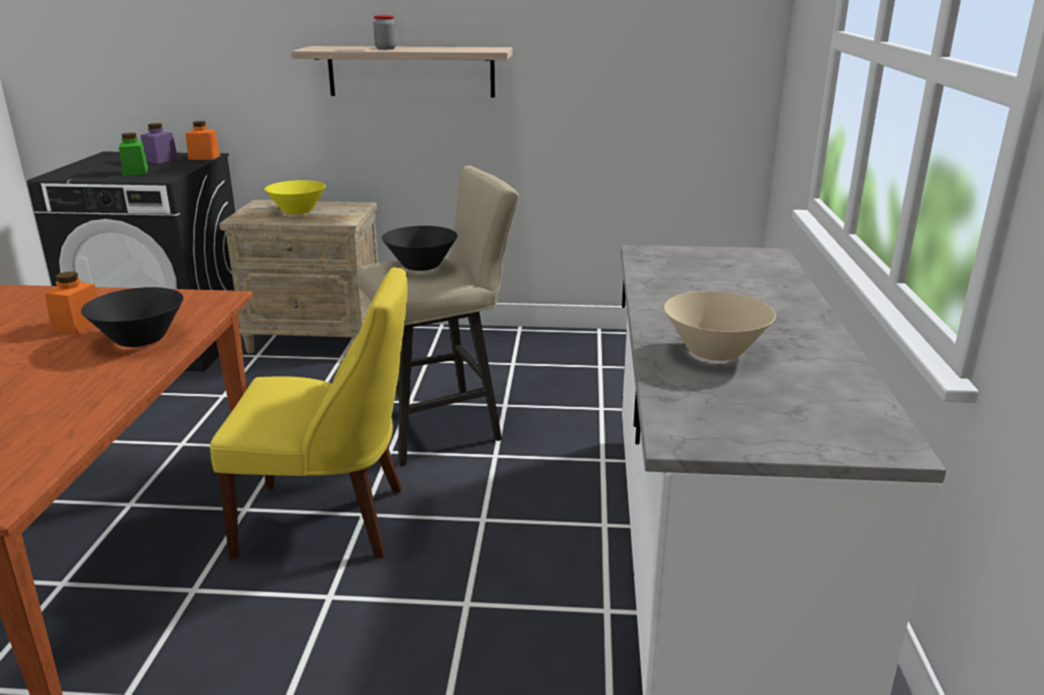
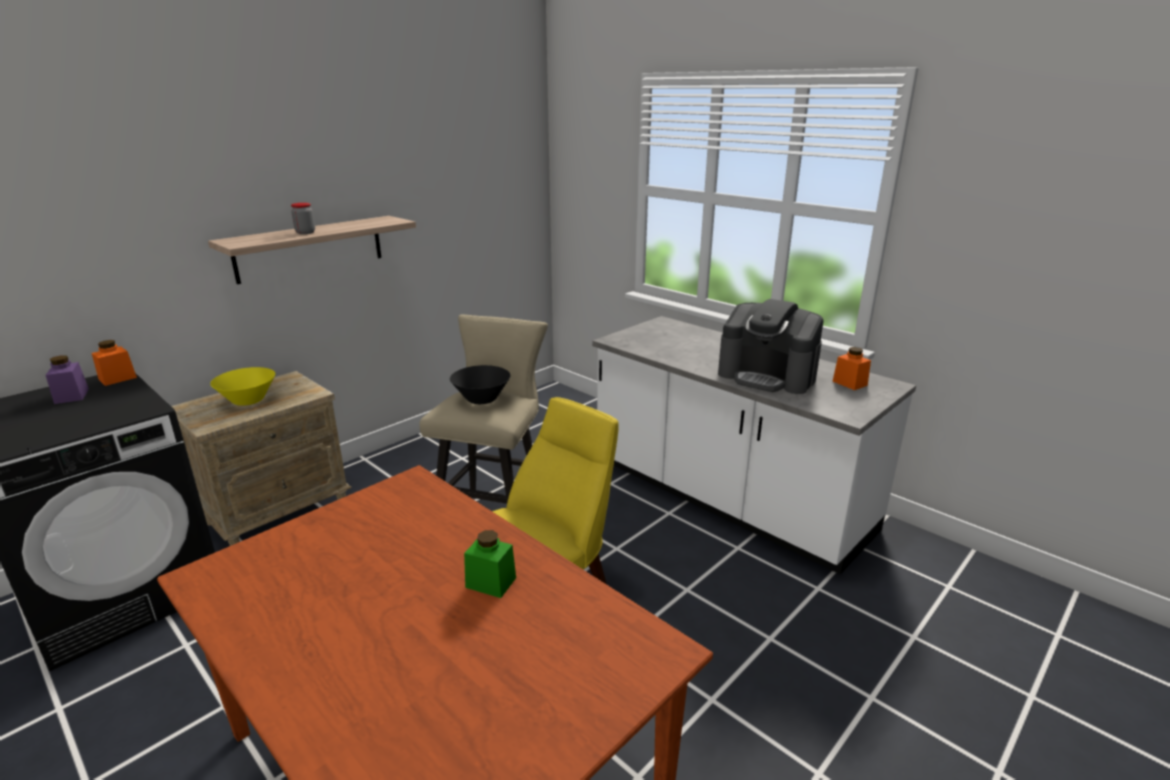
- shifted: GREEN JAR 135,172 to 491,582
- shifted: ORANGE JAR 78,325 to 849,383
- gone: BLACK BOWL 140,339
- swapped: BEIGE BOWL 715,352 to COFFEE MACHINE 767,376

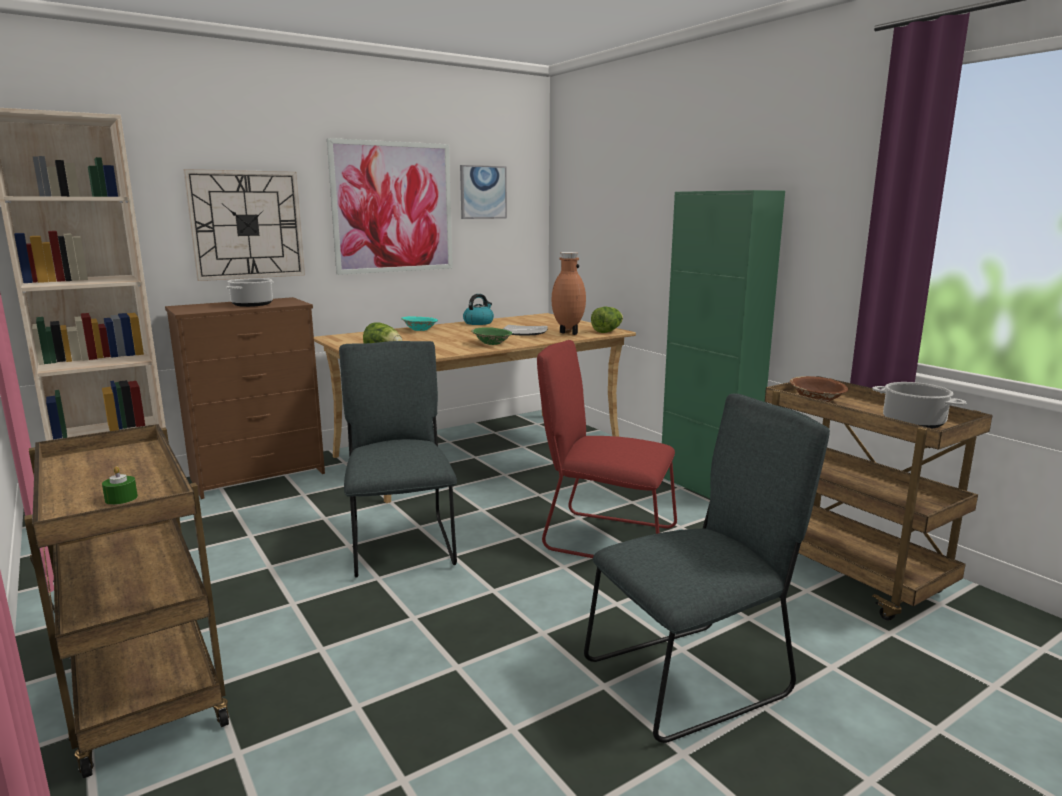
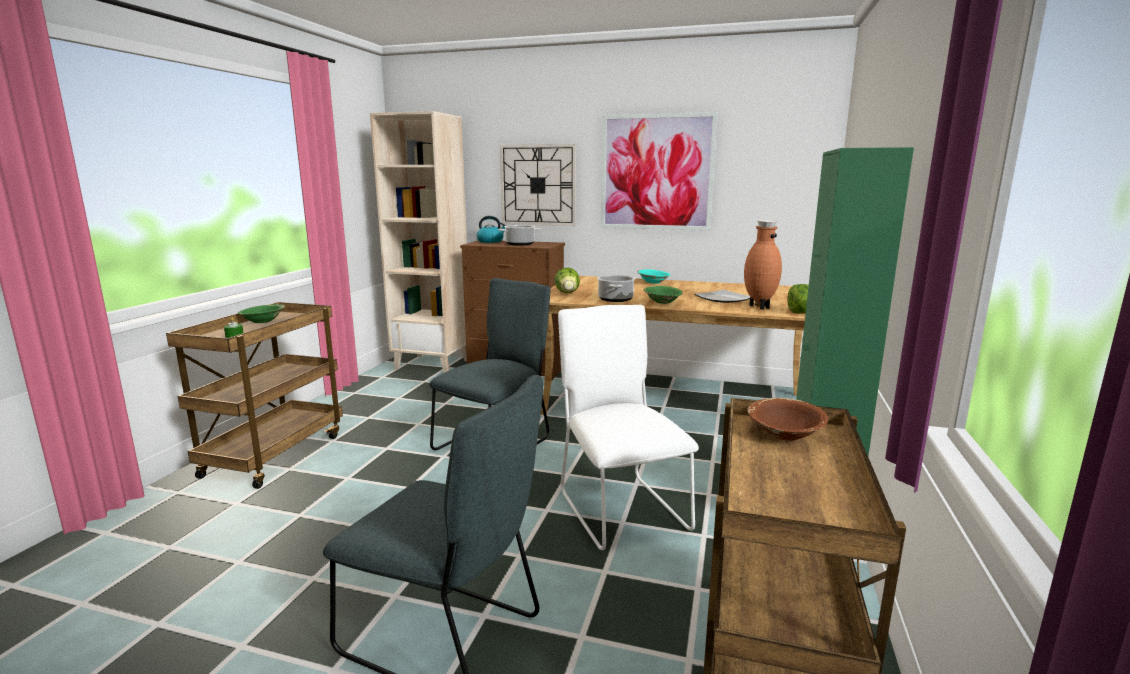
- gone: PICTURE 483,192
- shifted: KETTLE 478,323 to 491,241
- repainted: RED CHAIR 603,538 to WHITE CHAIR 619,507
- shifted: COOKING POT 912,422 to 615,299
- new: GREEN BOWL 263,321

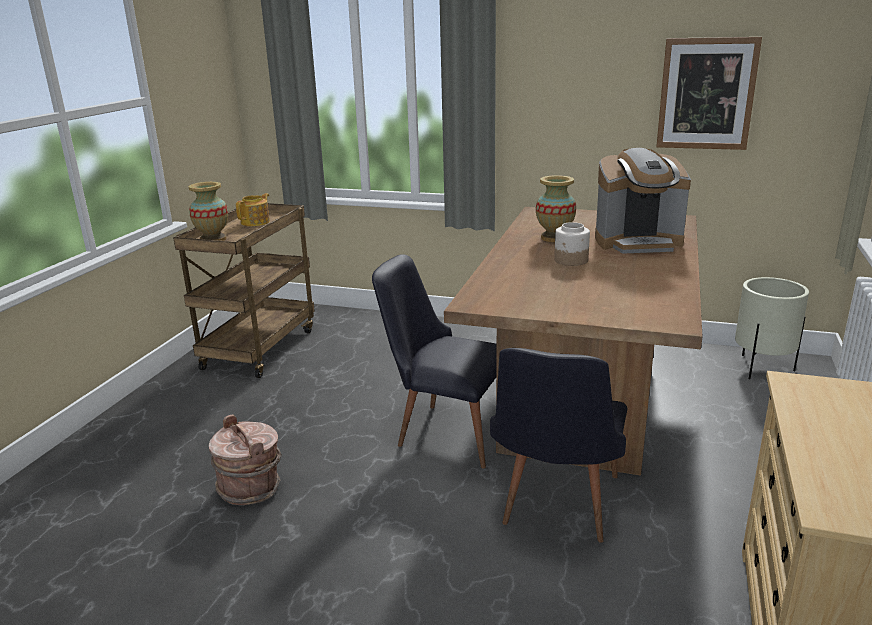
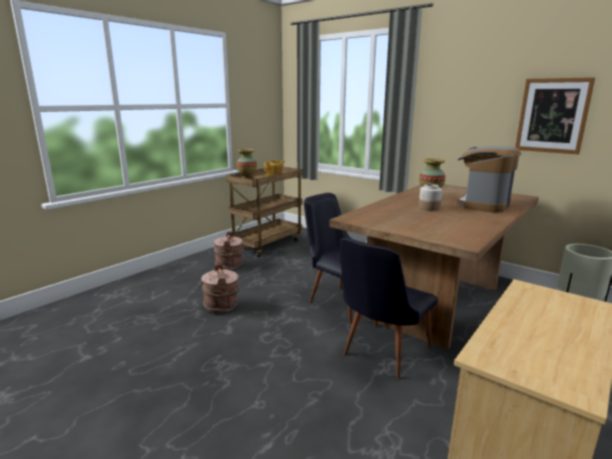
- rotated: COFFEE MACHINE 638,242 = 482,204 105 degrees clockwise
- new: BROWN BUCKET 229,265

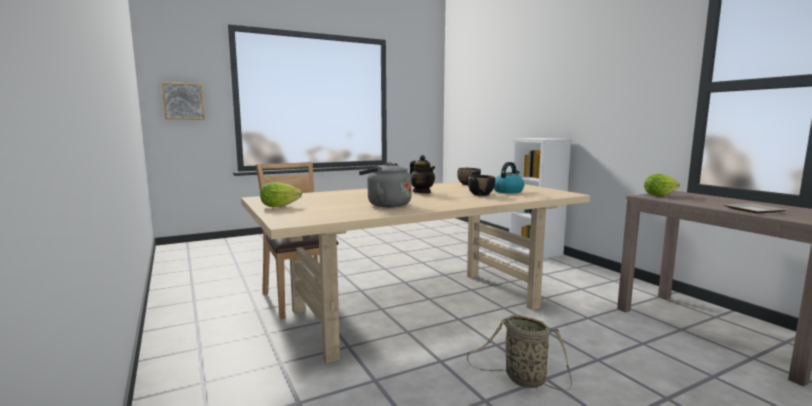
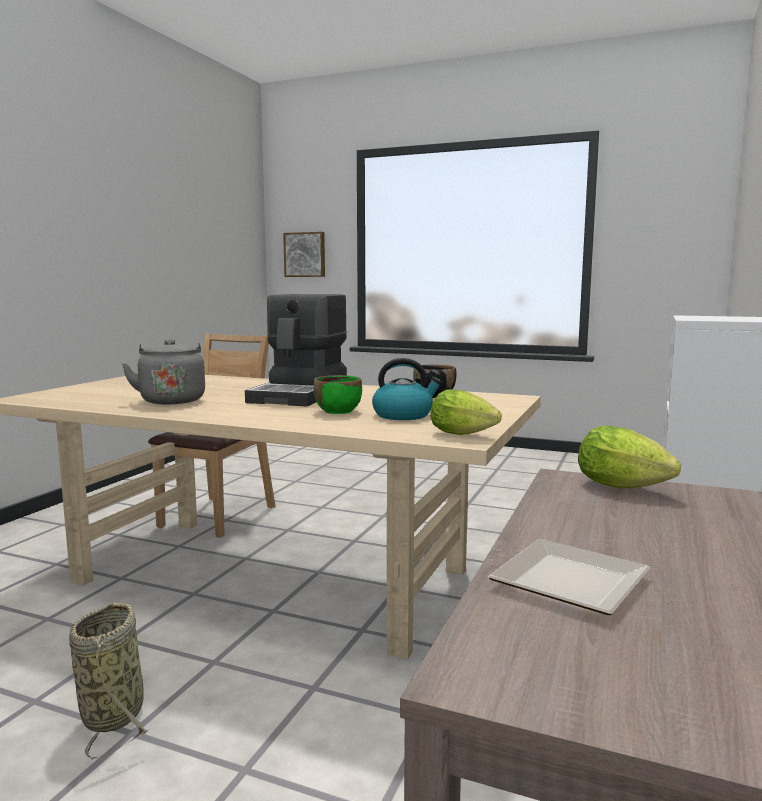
- swapped: TEAPOT 422,192 to COFFEE MACHINE 301,395
- repainted: BLACK BOWL 481,194 to GREEN BOWL 338,411
- shifted: LETTUCE 282,206 to 466,435

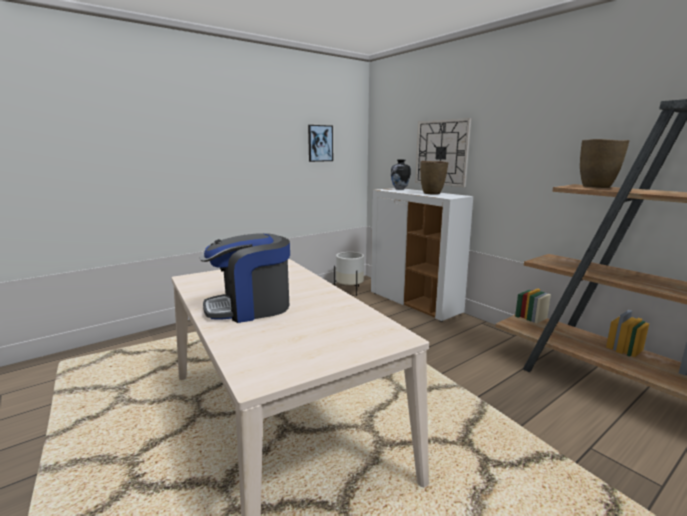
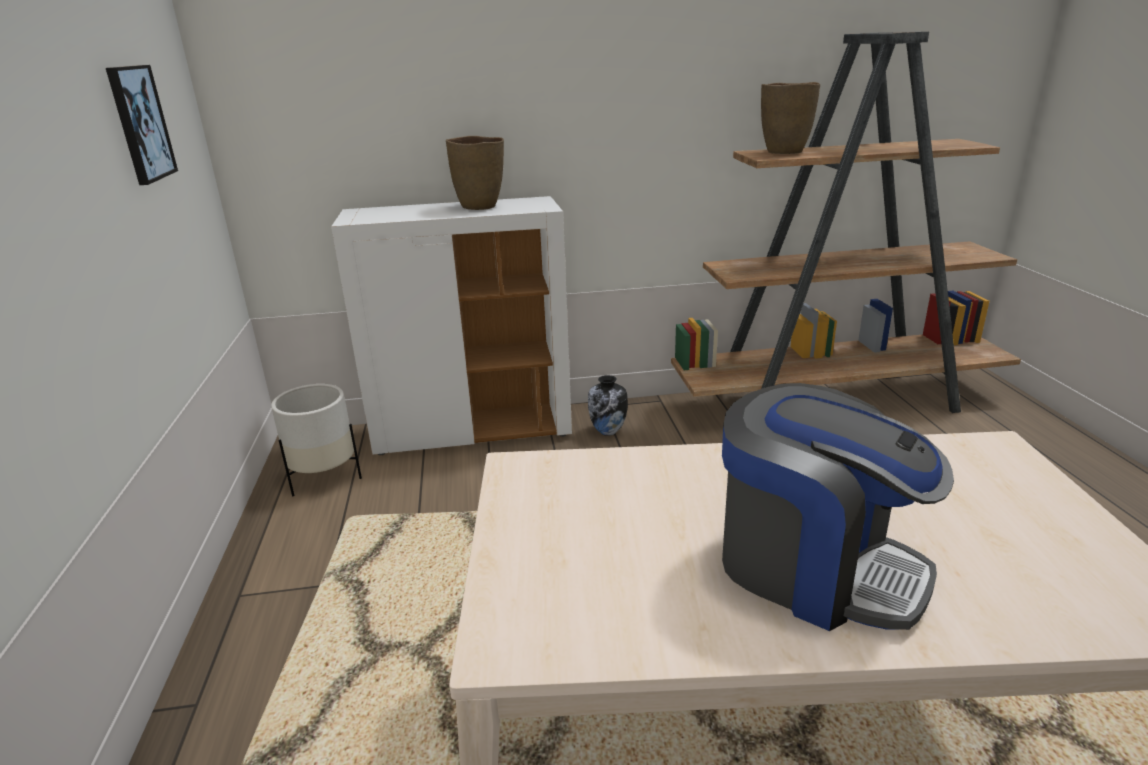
- gone: WALL CLOCK 441,153
- shifted: VASE 399,189 to 608,431
- rotated: COFFEE MACHINE 250,307 = 814,567 60 degrees counterclockwise

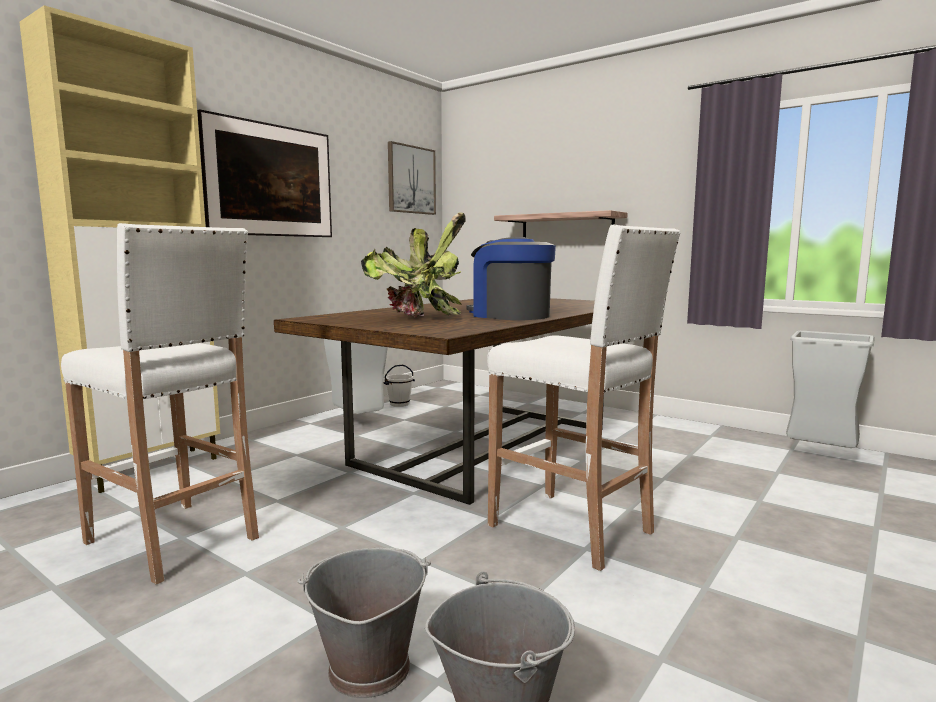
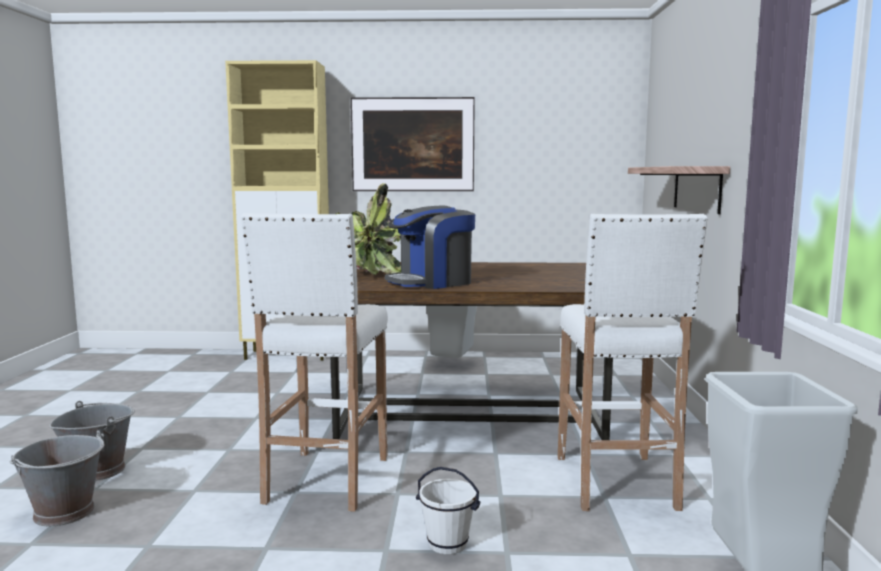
- gone: PICTURE 411,180
- shifted: WHITE STOOL 174,541 to 616,483
- rotated: COFFEE MACHINE 509,315 = 432,282 135 degrees counterclockwise
- shifted: WHITE BUCKET 399,404 to 448,544

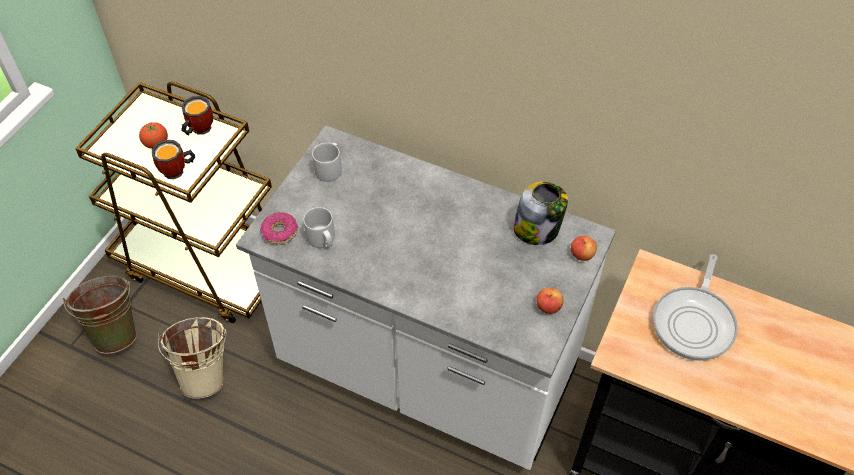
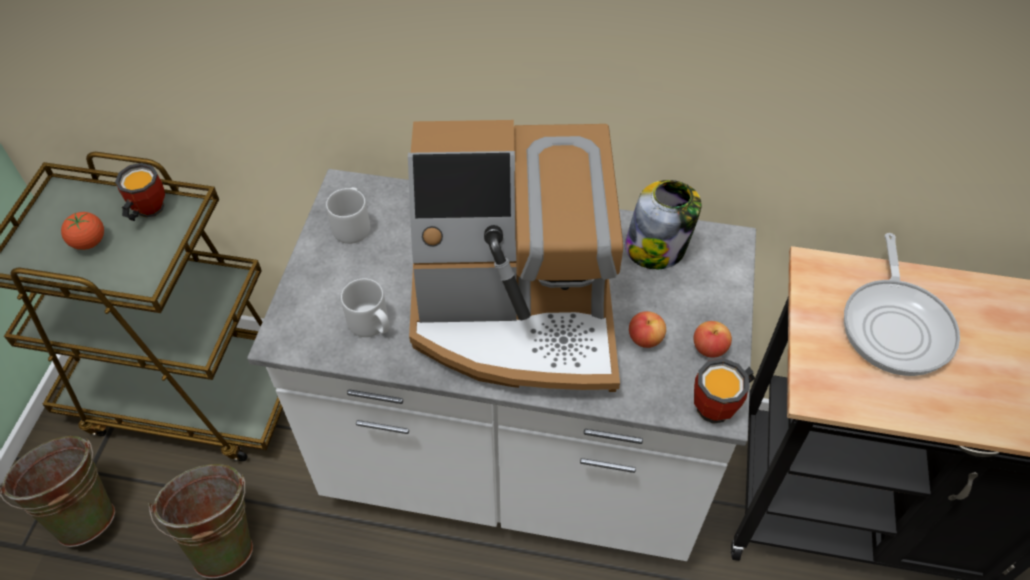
- shifted: MUG 178,172 to 720,407
- gone: DONUT 280,232
- shifted: APPLE 582,255 to 645,338
- repainted: BEIGE BUCKET 205,373 to GREEN BUCKET 223,537
- new: COFFEE MACHINE 516,313

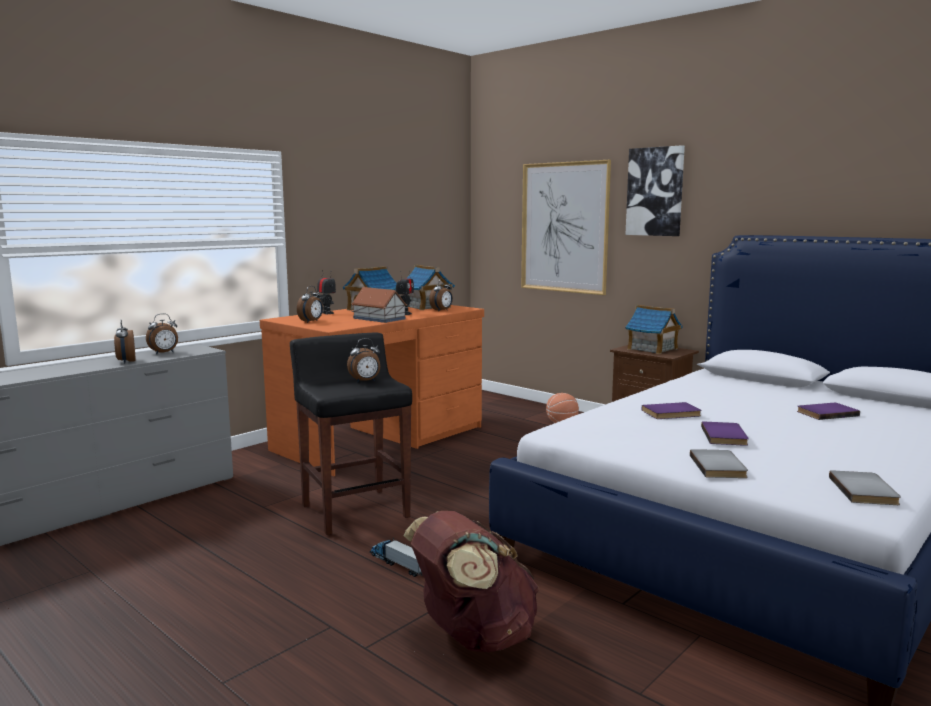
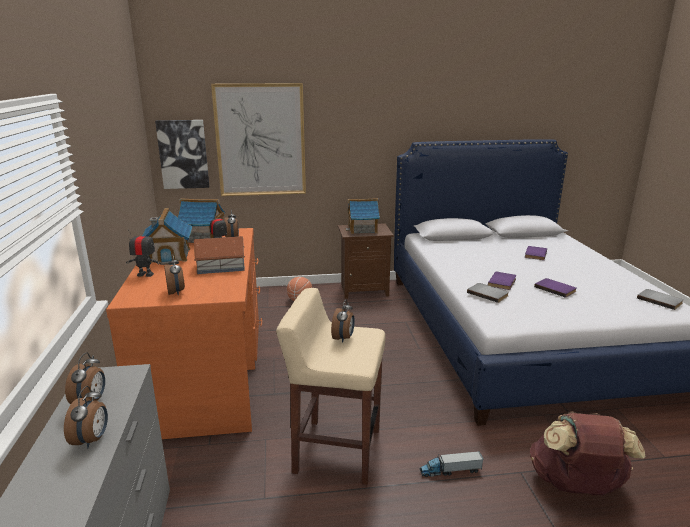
- shifted: PICTURE 655,191 to 183,154
- rotated: ALARM CLOCK 126,361 = 92,440 105 degrees counterclockwise
- repainted: BLACK STOOL 355,510 to BEIGE STOOL 336,450
- shifted: GREY BOOK 720,466 to 488,293

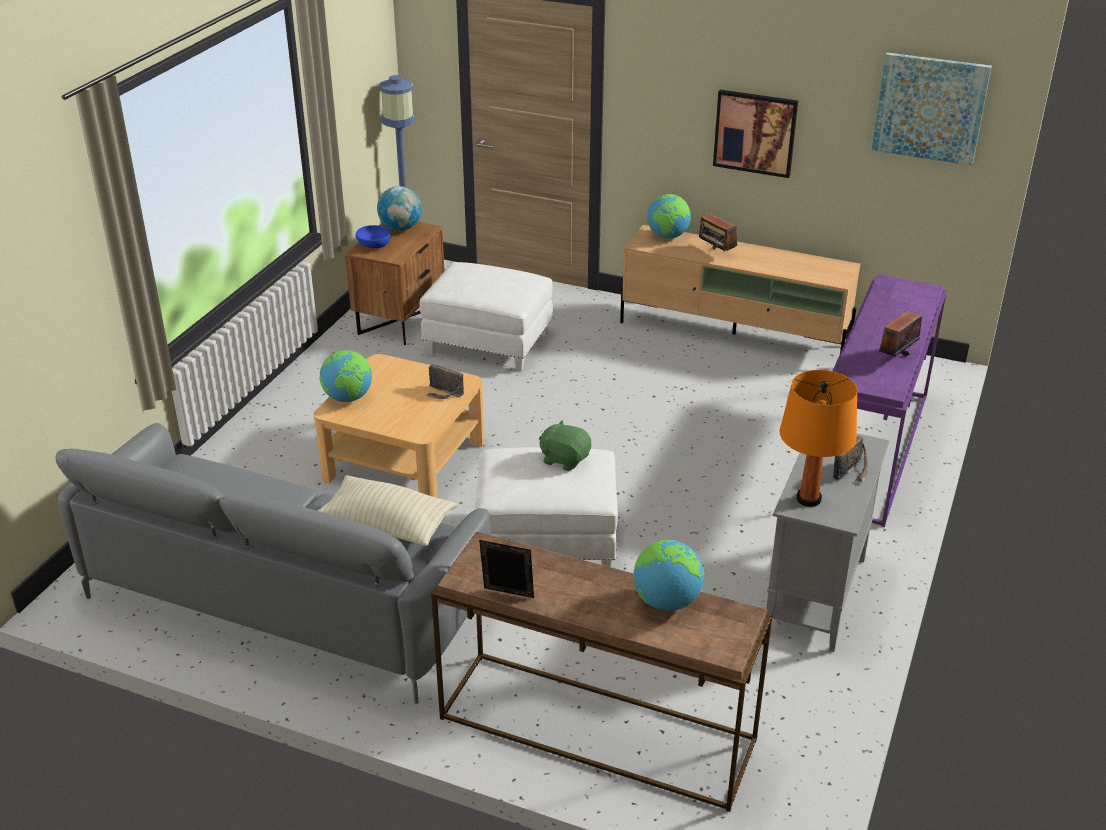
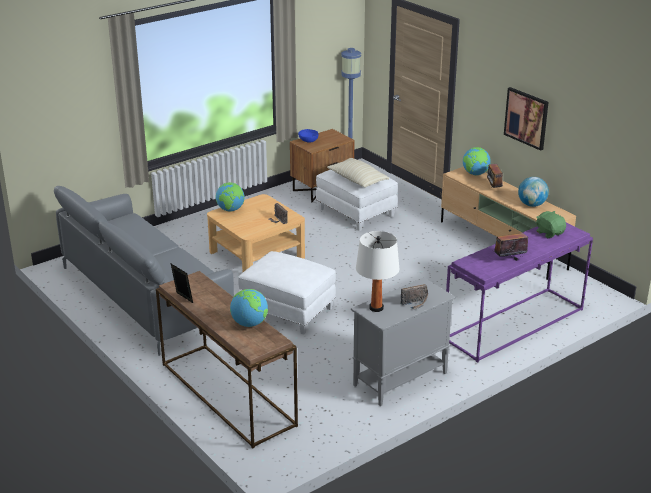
- gone: PICTURE 930,108
- shifted: GLOBE 400,228 to 531,205
- repainted: ORANGE TABLE LAMP 808,499 to WHITE TABLE LAMP 376,308
- shifted: GREEN PLUSH TOY 565,459 to 549,233
- shifted: BEIGE PILLOW 386,525 to 357,180

